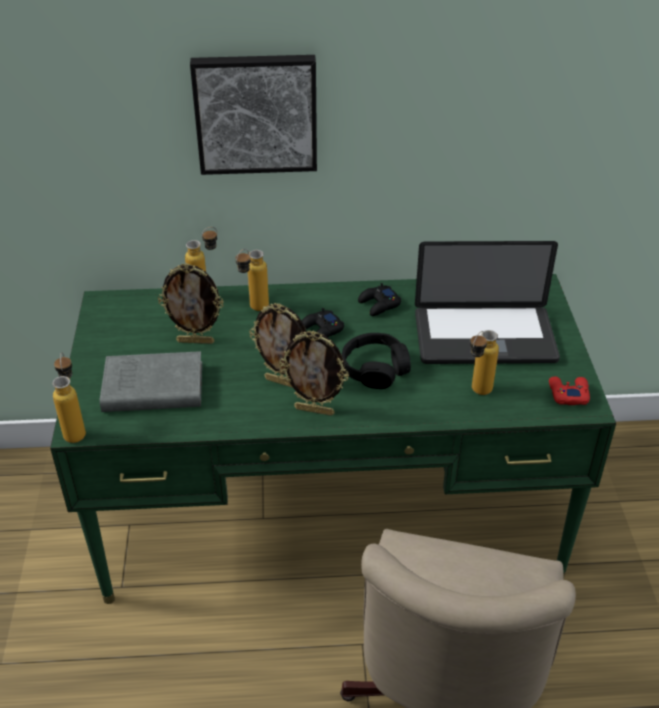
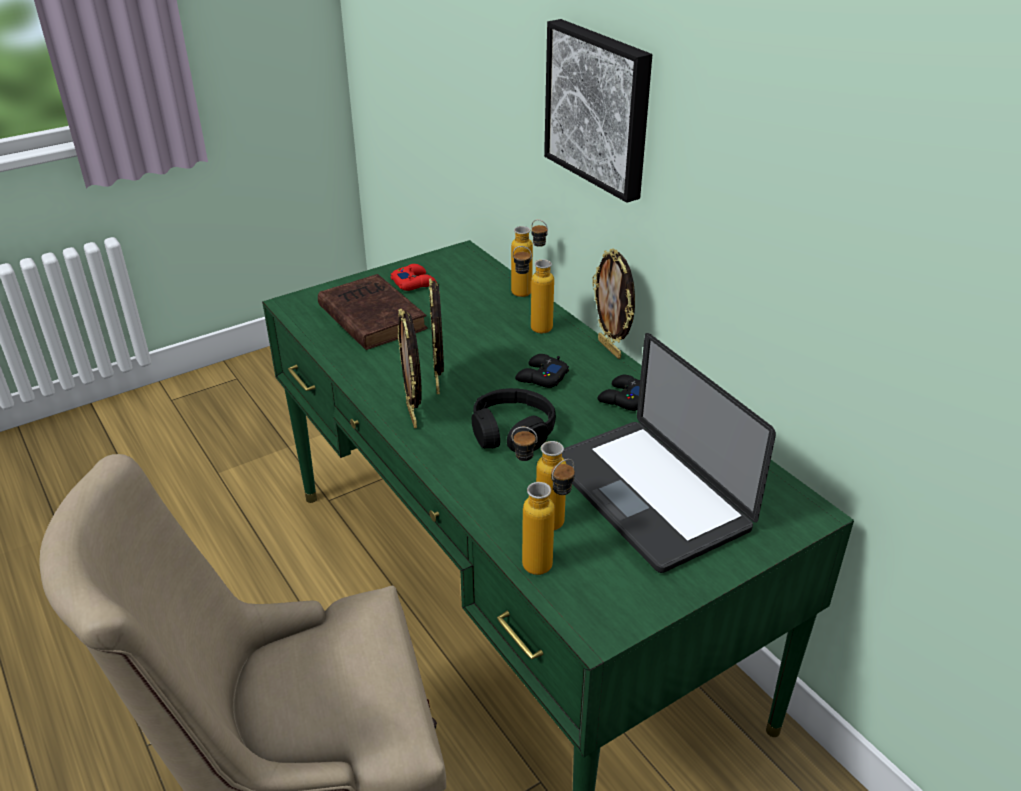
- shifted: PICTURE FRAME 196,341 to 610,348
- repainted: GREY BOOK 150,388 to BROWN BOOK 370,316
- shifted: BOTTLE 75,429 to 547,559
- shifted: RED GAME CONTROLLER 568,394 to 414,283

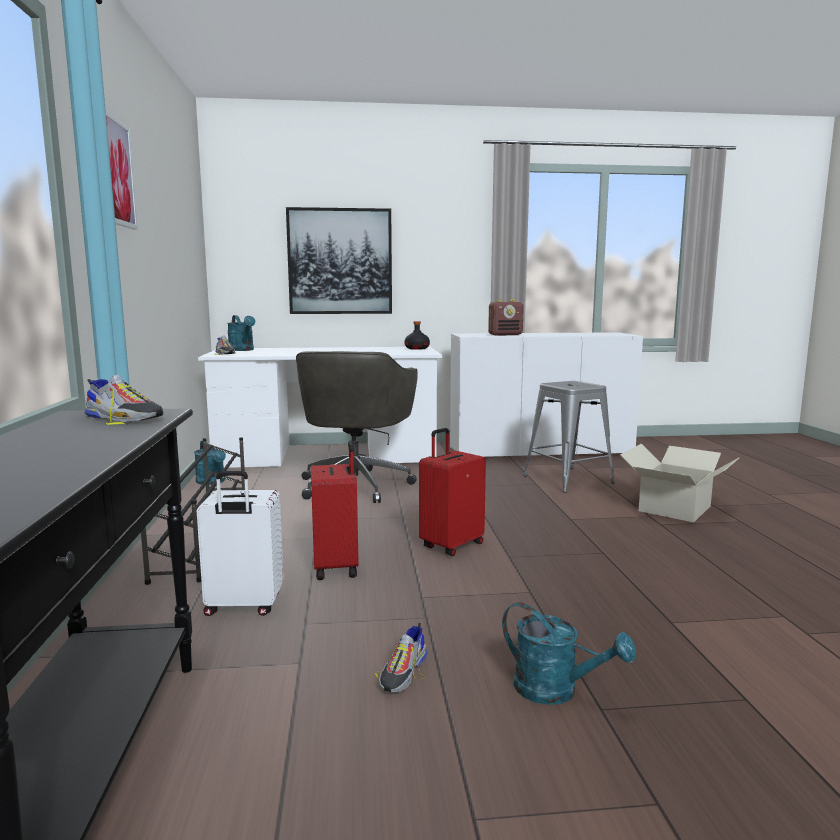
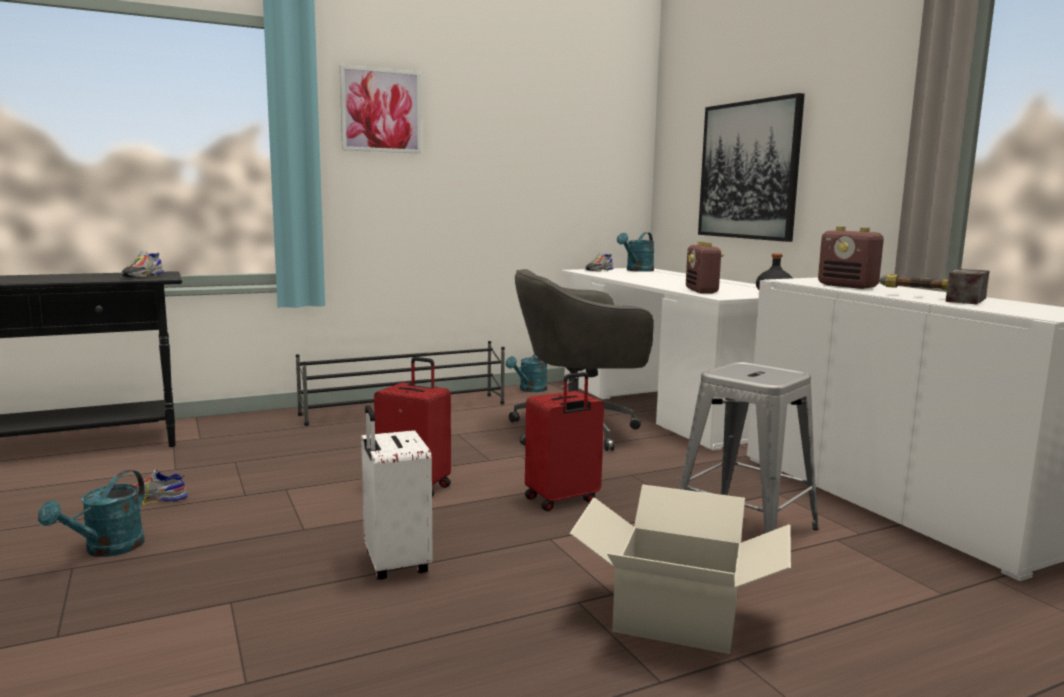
- shifted: RED SUITCASE 337,567 to 562,500
- shifted: WHITE SUITCASE 243,606 to 394,564
- new: RADIO 702,291
- new: HAMMER 927,297

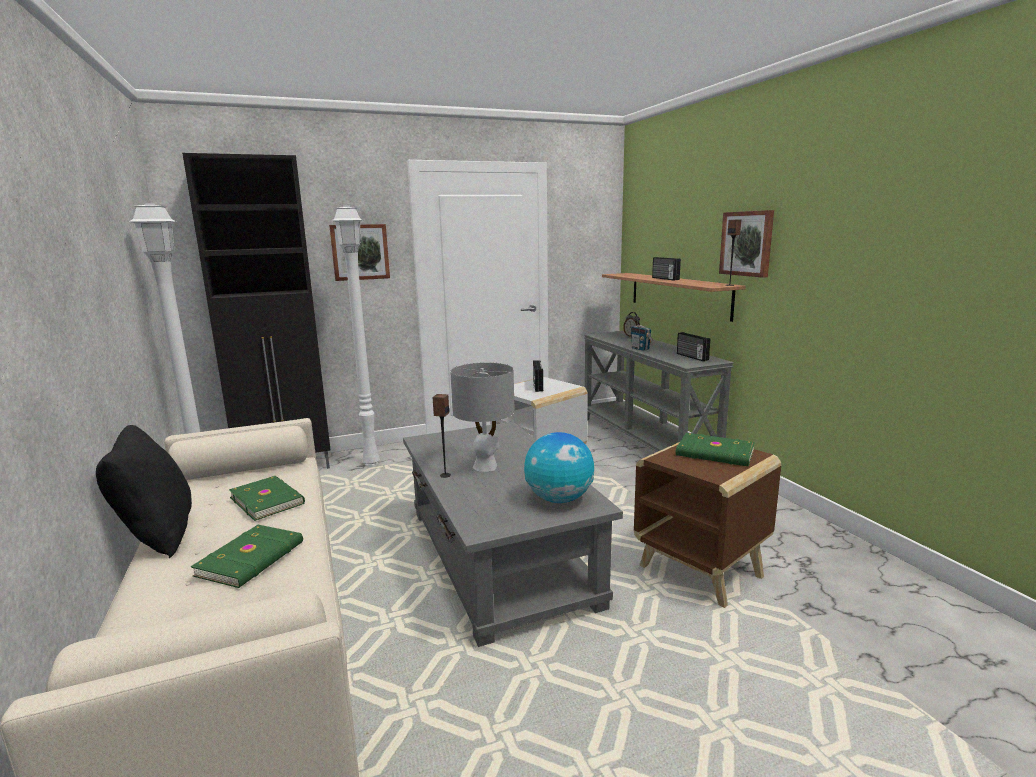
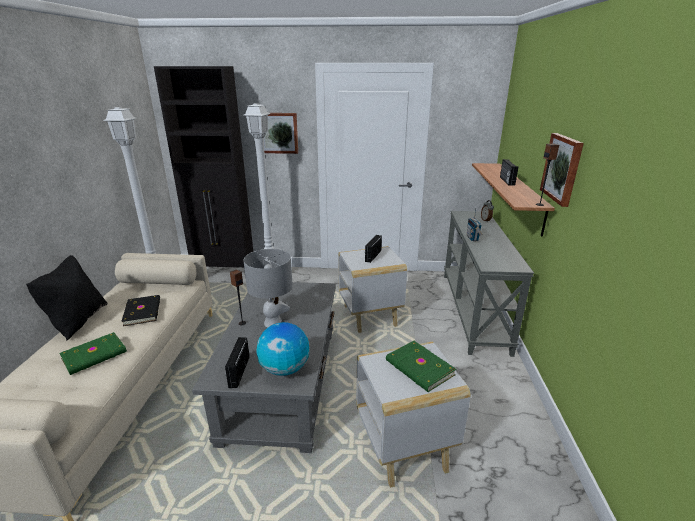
- shifted: RADIO 691,357 to 238,372
- repainted: BROWN SIDE TABLE 702,572 to WHITE SIDE TABLE 405,448
- repainted: GREEN BOOK 268,500 to BLACK BOOK 143,311

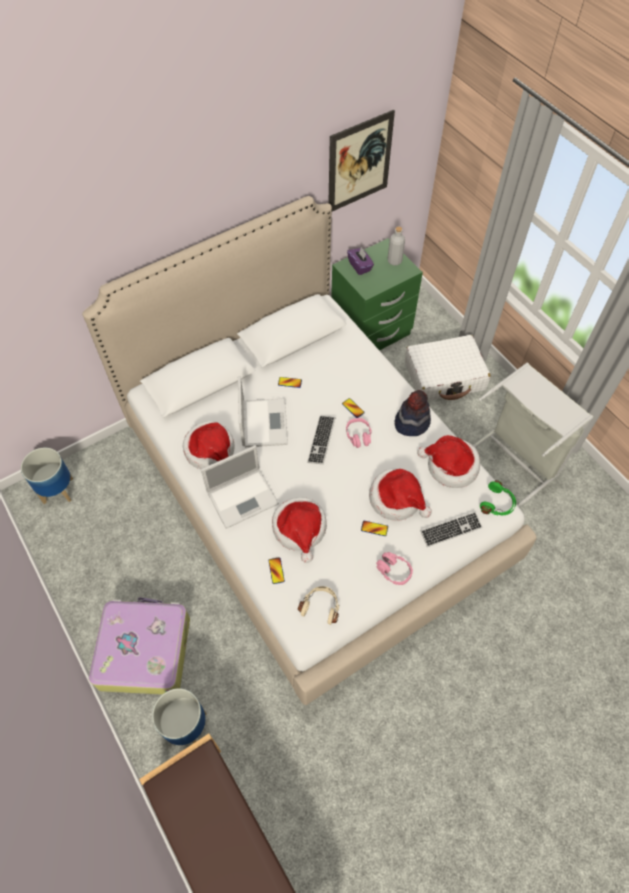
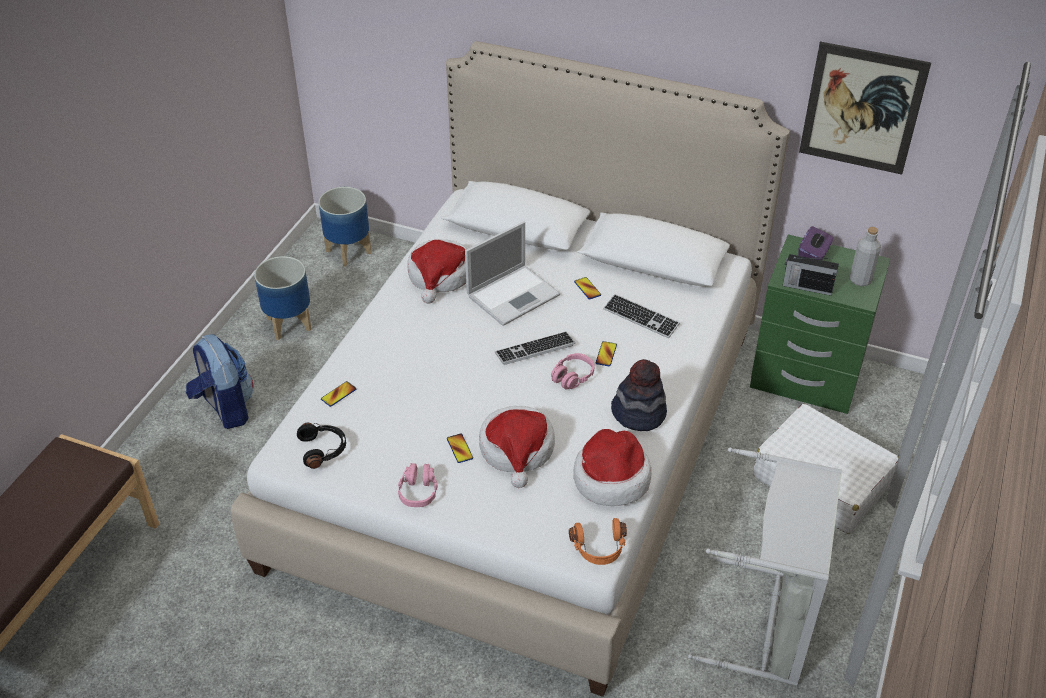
- gone: LAPTOP 243,497
- repainted: GREEN HEADPHONES 497,503 to ORANGE HEADPHONES 599,549
- gone: HAT 300,529
- shifted: KEYBOARD 451,530 to 641,317
- repainted: BEIGE HEADPHONES 321,606 to BLACK HEADPHONES 323,449
- swapped: SUITCASE 144,650 to BACKPACK 225,408
- shifted: PLANTER 186,725 to 290,324
- new: RADIO 806,287

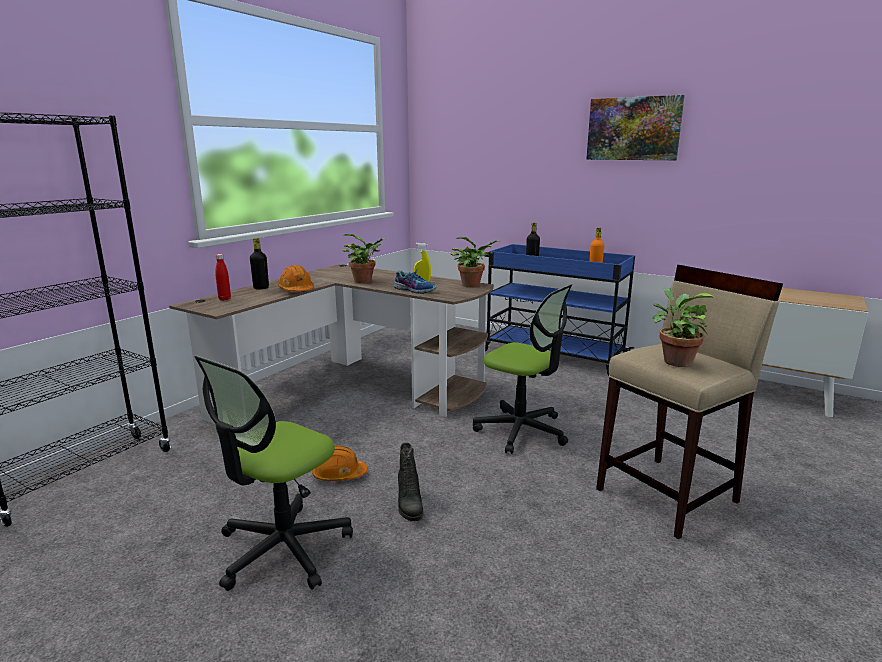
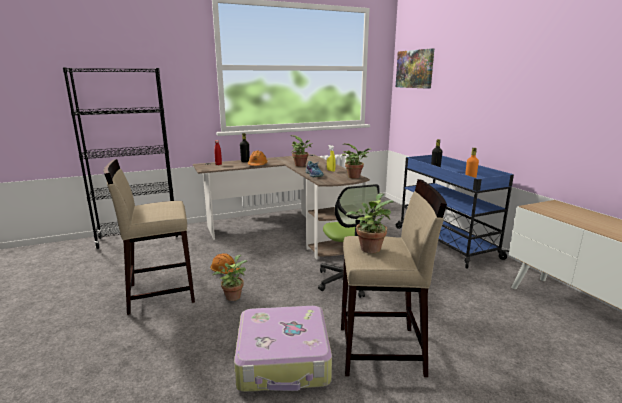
- shifted: PICTURE 633,129 to 414,69
- swapped: OFFICE CHAIR 283,549 to BEIGE STOOL 161,293
- swapped: BLACK BOOT 409,505 to POTTED PLANT 233,296
- new: SUITCASE 284,360

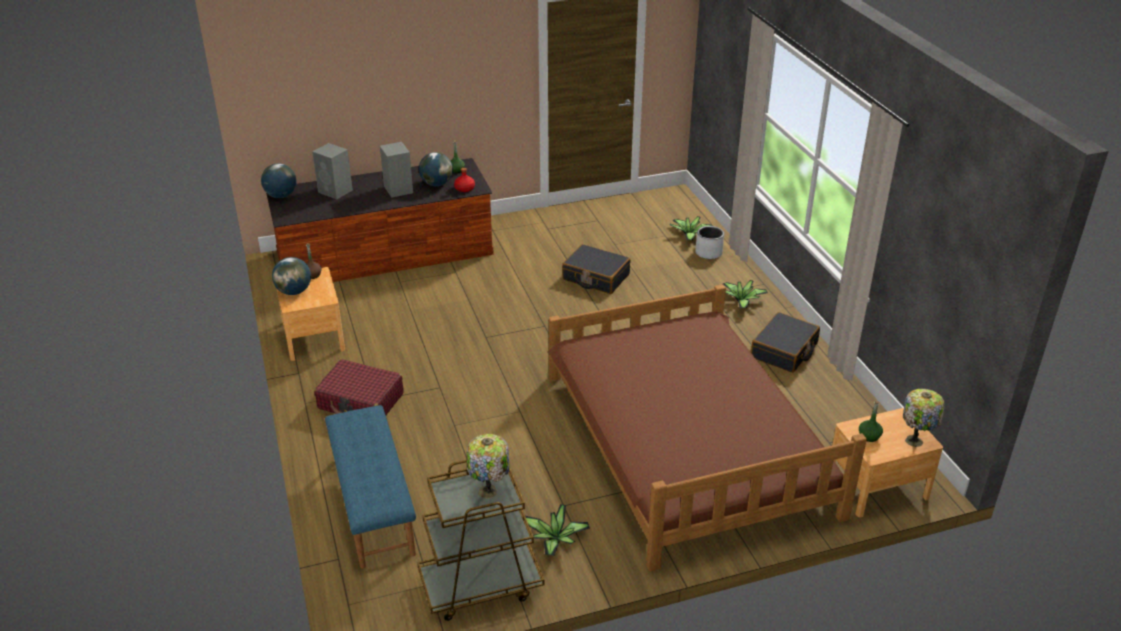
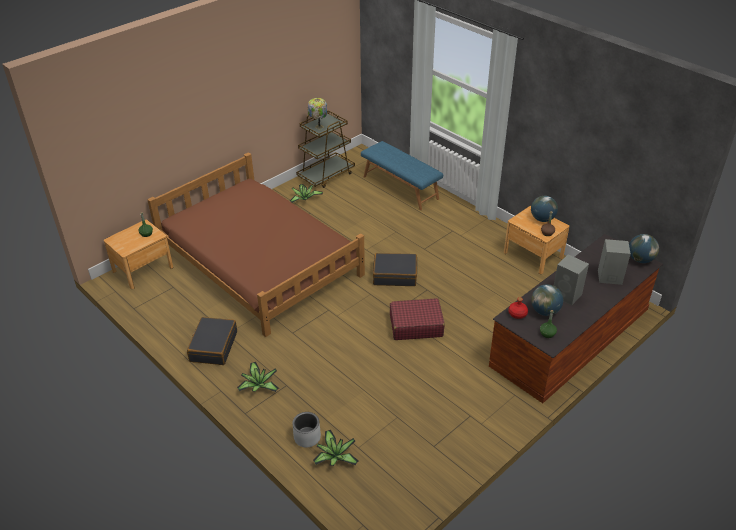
- shifted: BLACK SUITCASE 595,277 to 395,275
- shifted: RED SUITCASE 361,401 to 415,325
- gone: TABLE LAMP 915,441

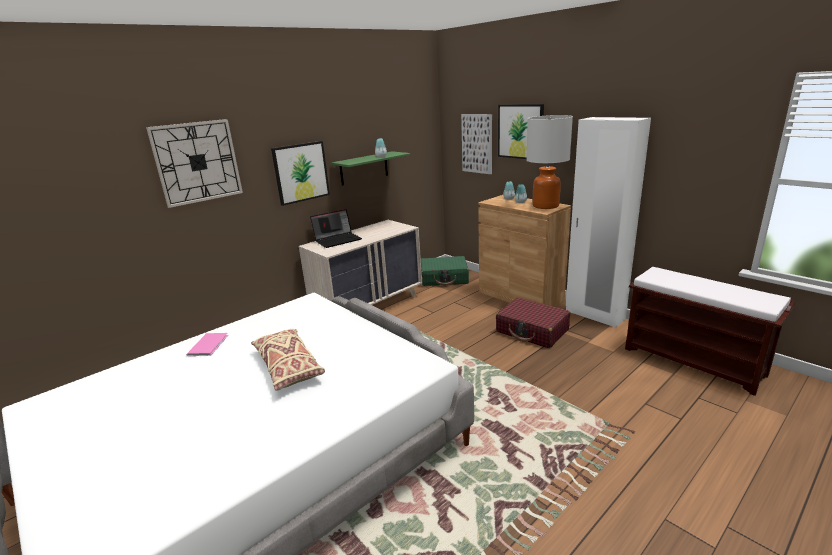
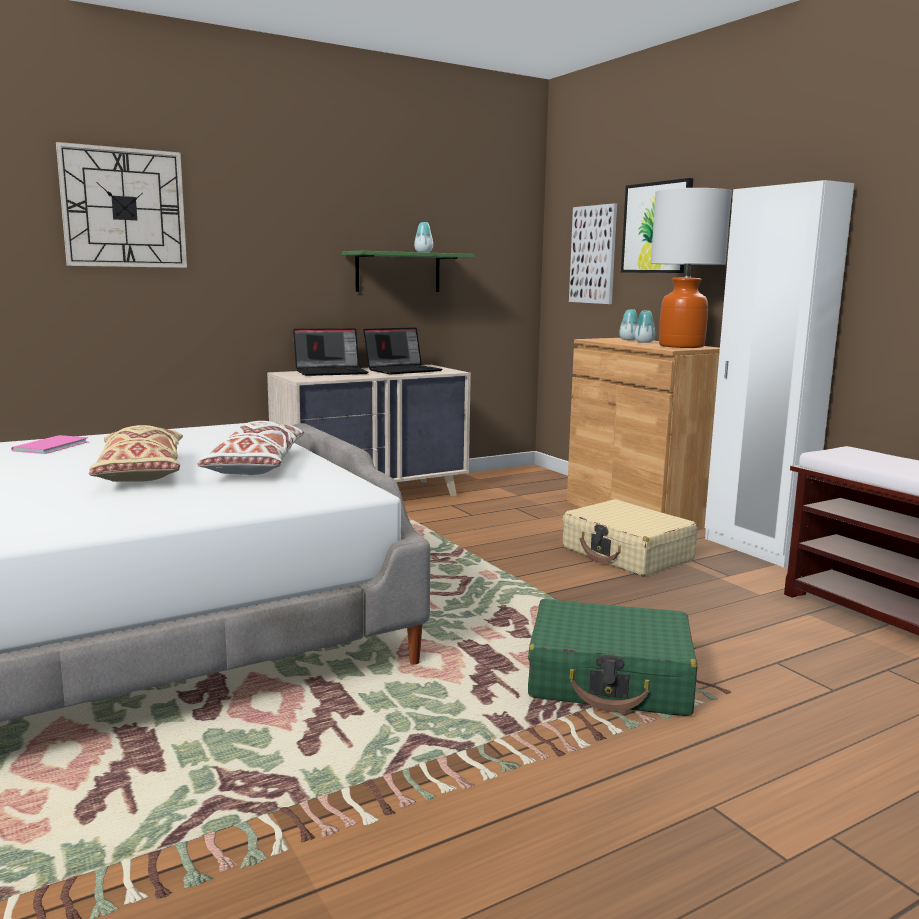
- gone: PICTURE 301,172
- shifted: GREEN SUITCASE 444,278 to 610,680
- repainted: RED SUITCASE 532,331 to BEIGE SUITCASE 627,554
- new: LAPTOP 403,370
- new: WHITE PILLOW 255,466

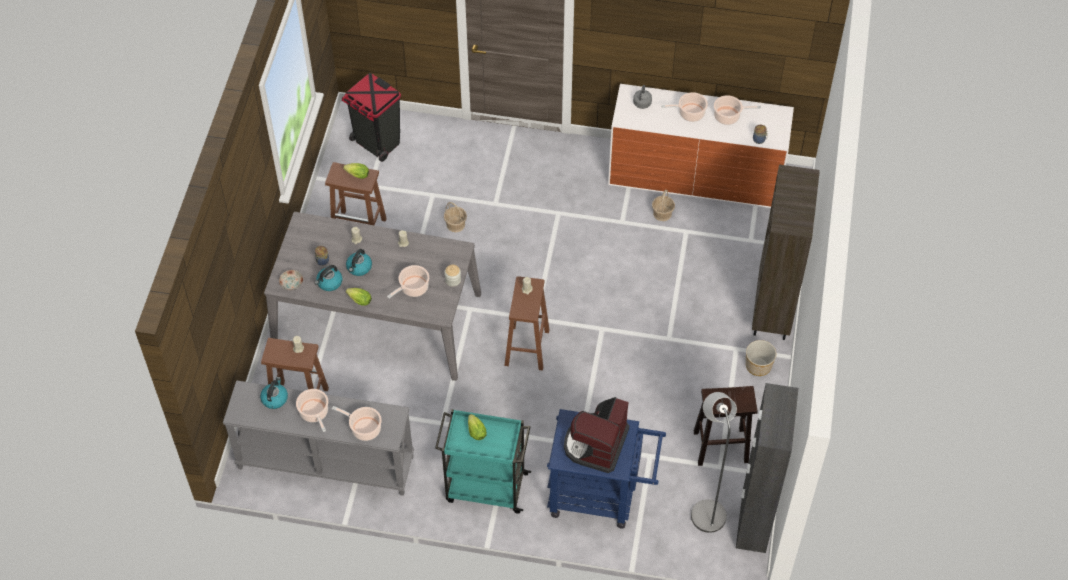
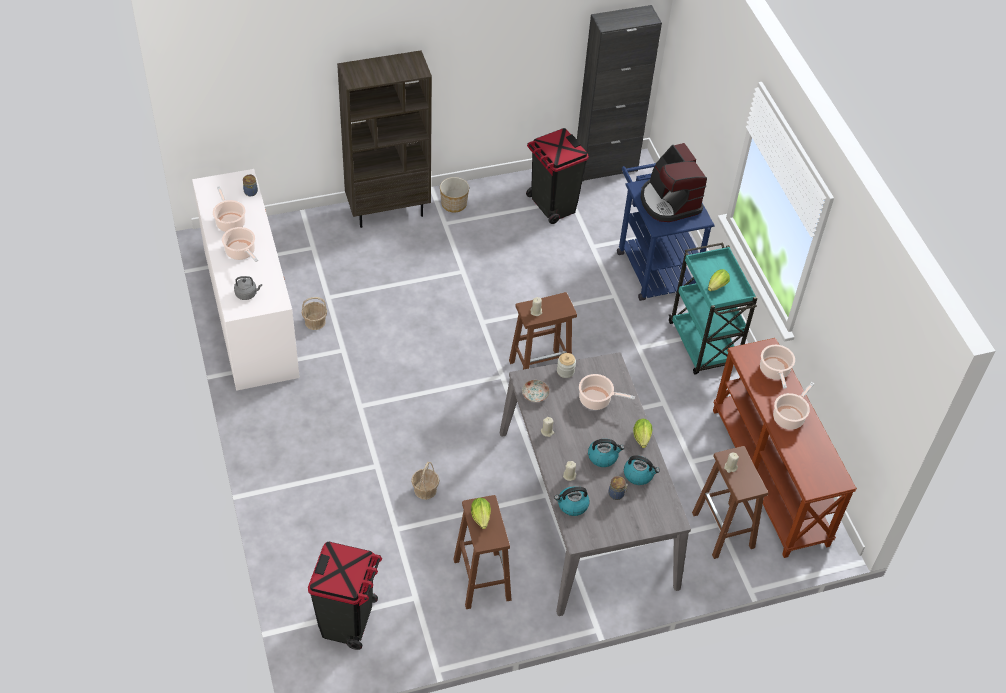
- shifted: PLATE 291,283 to 535,395
- shifted: KETTLE 274,398 to 572,505
- repainted: GREY CONSOLE TABLE 325,463 to BROWN CONSOLE TABLE 770,476
- swapped: BROWN STOOL 719,447 to BLACK TRASH CAN 552,205
- gone: GREY FLOOR LAMP 706,510
- rotated: COFFEE MACHINE 595,444 = 669,202 75 degrees clockwise

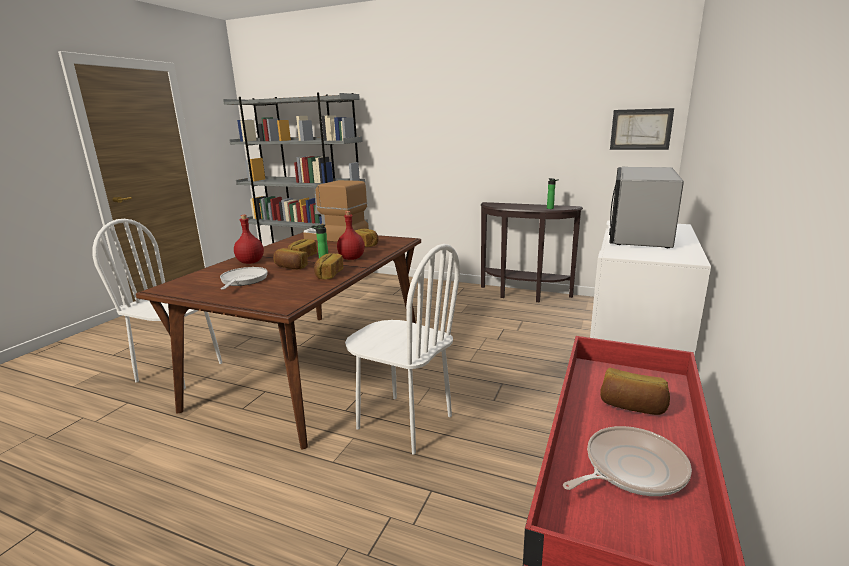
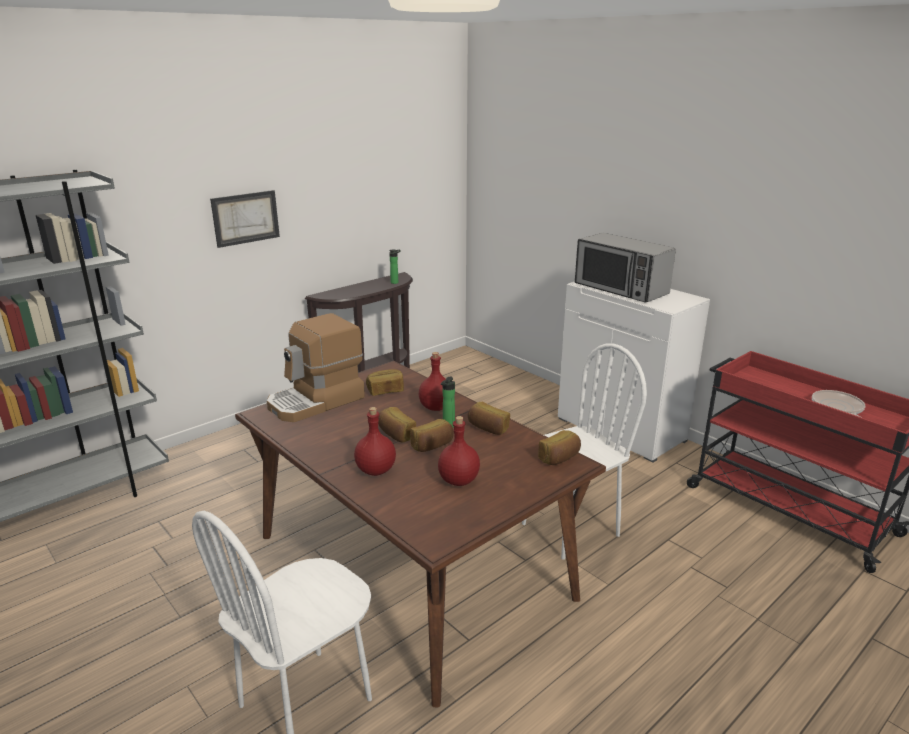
- shifted: PICTURE 640,129 to 245,218
- swapped: FRYING PAN 243,280 to RED BOTTLE 459,481
- shifted: BREAD 632,406 to 559,458

